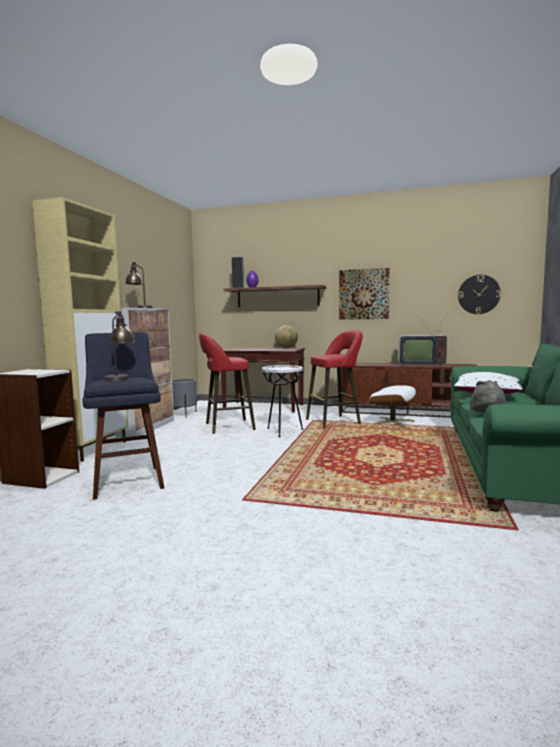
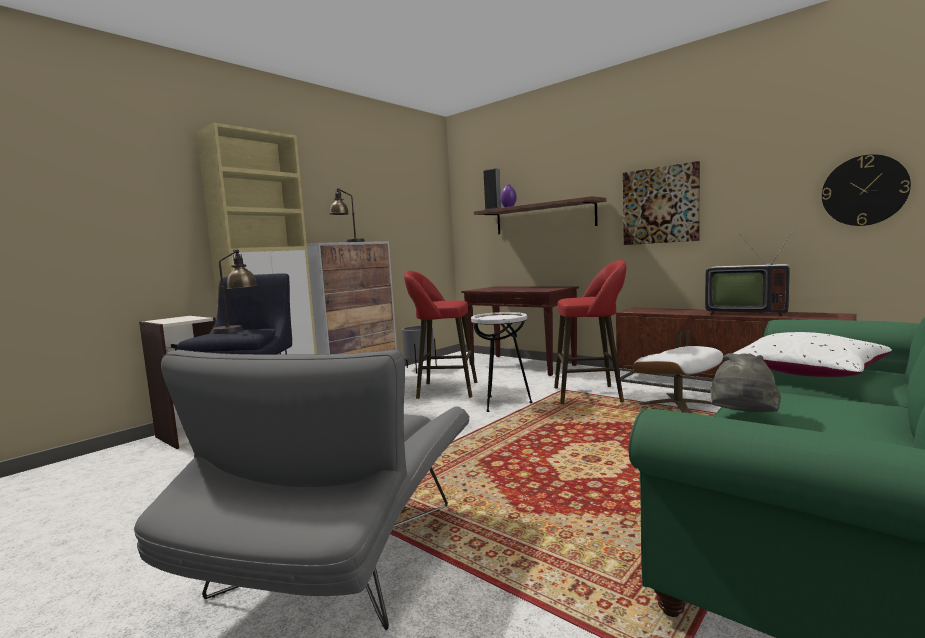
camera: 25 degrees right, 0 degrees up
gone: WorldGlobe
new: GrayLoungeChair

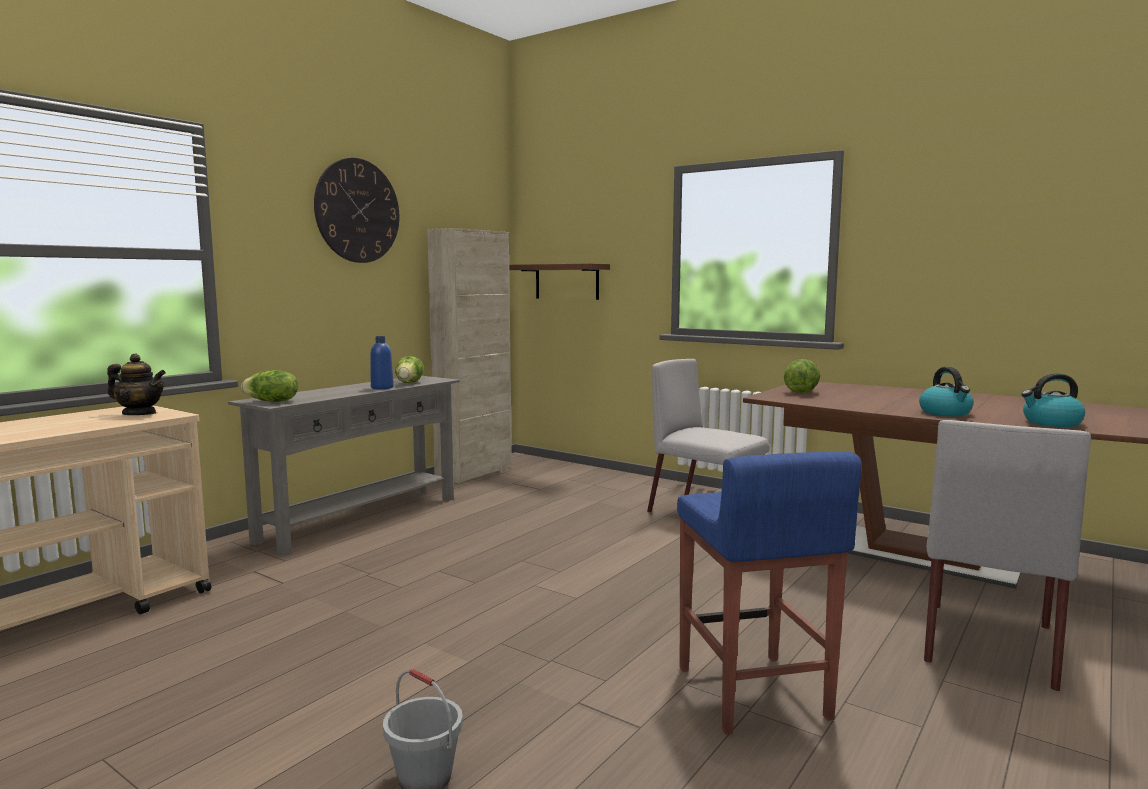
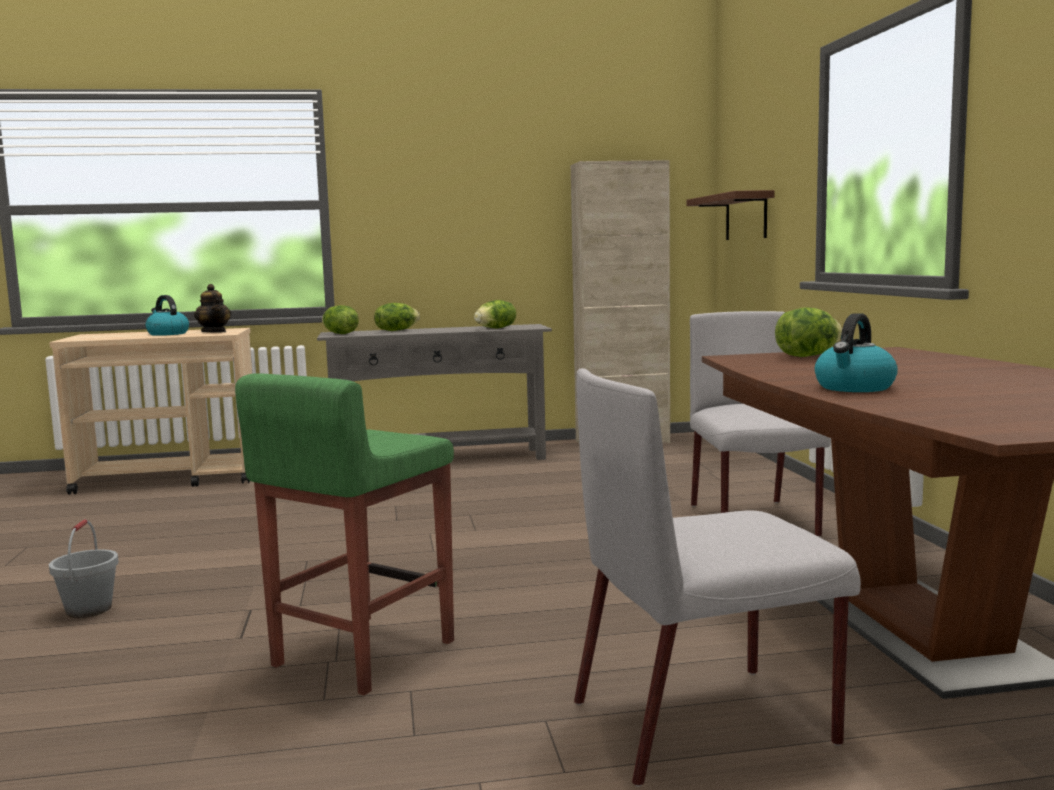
camera: 45 degrees right, 0 degrees up
gone: WallClock; BluishBottle
new: Lettuce (no. 2 from left)
shifted: TeaKettle (no. 2 from left in the first image) to TeaKettle (no. 1 from left)
repainted: BluishSittingStool to GreenishSittingStool

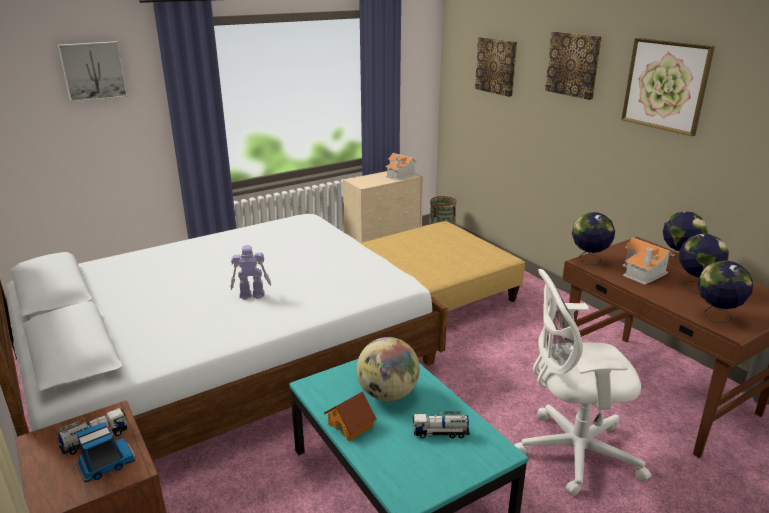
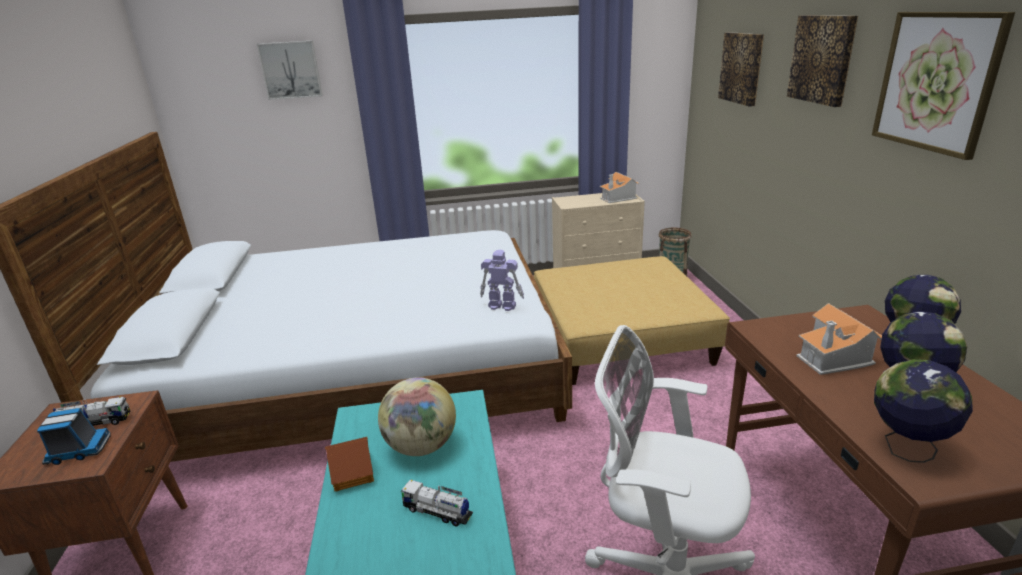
camera: 25 degrees right, 0 degrees up
gone: WorldGlobe (no. 2 from left)
shifted: ModelRobot

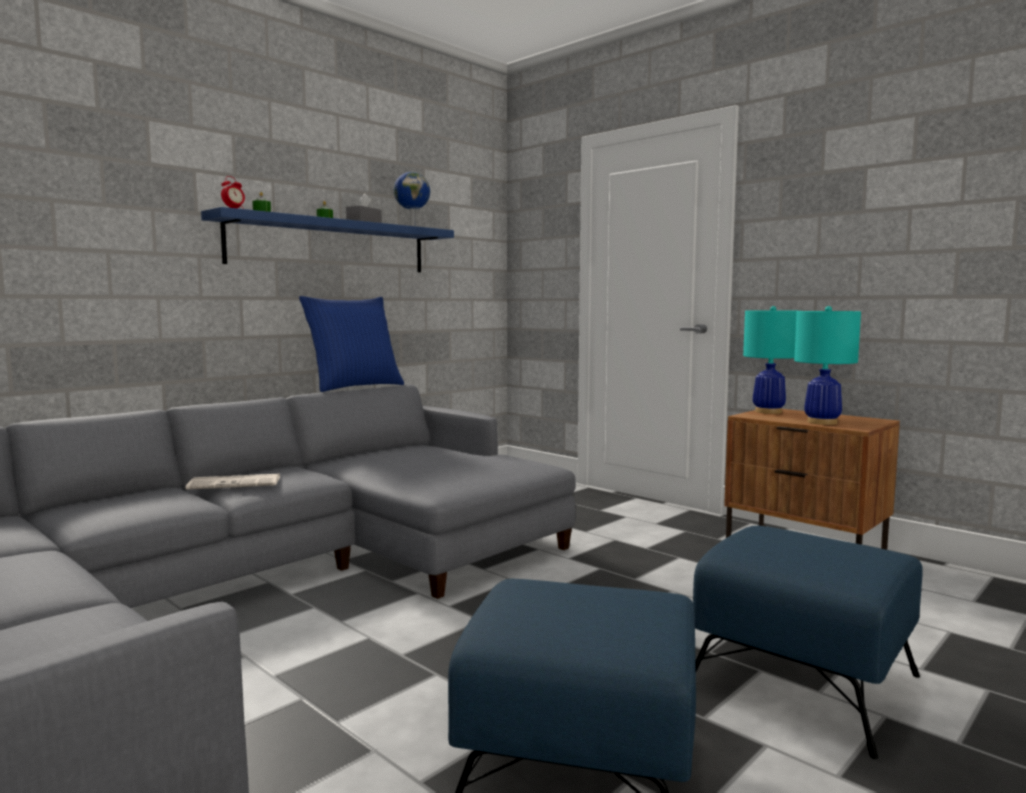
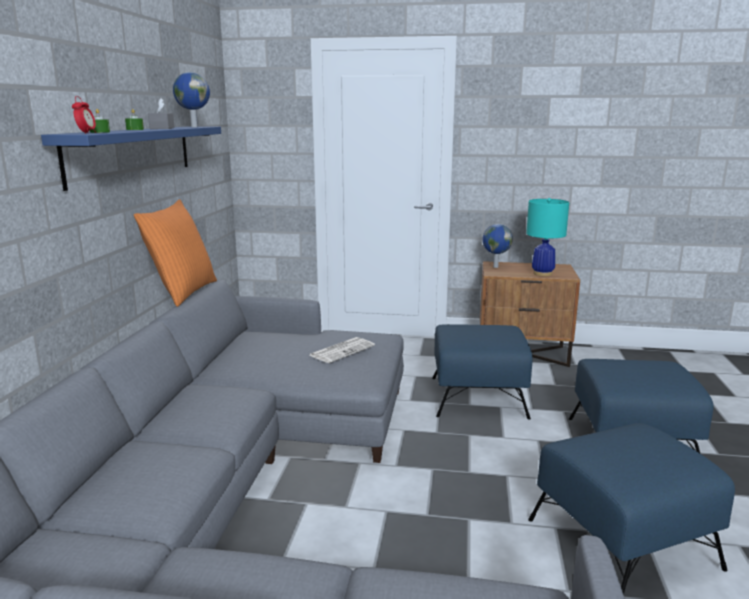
camera: 35 degrees left, 10 degrees up
new: BluishFootrest (no. 1 from left)
shifted: DailyPaper
swapped: TurquoiseLampForATable (no. 1 from left) to WorldGlobe (no. 2 from left)
repainted: BluishThrowPillow to OrangeThrowPillow

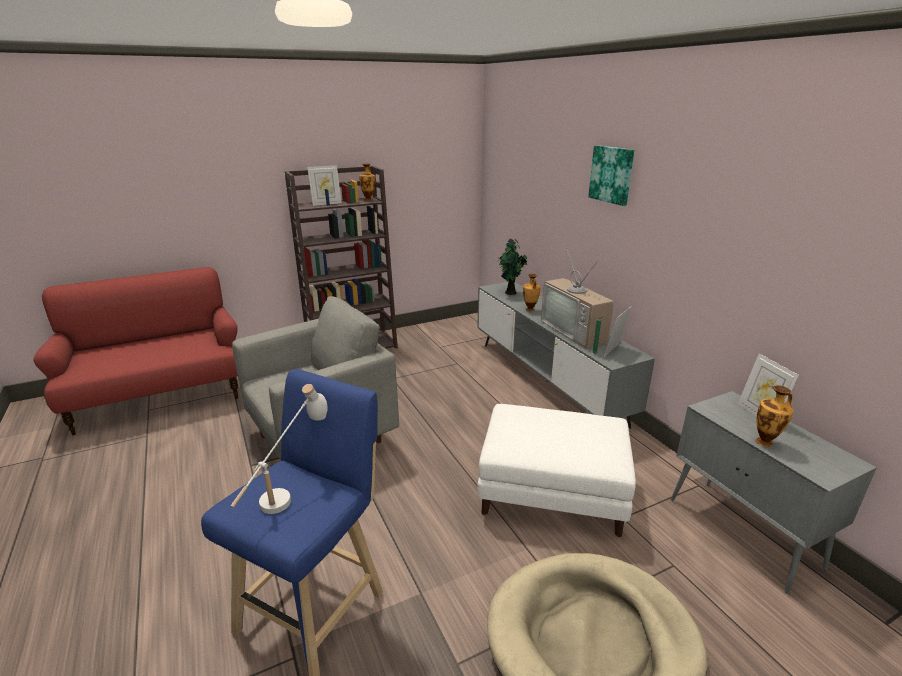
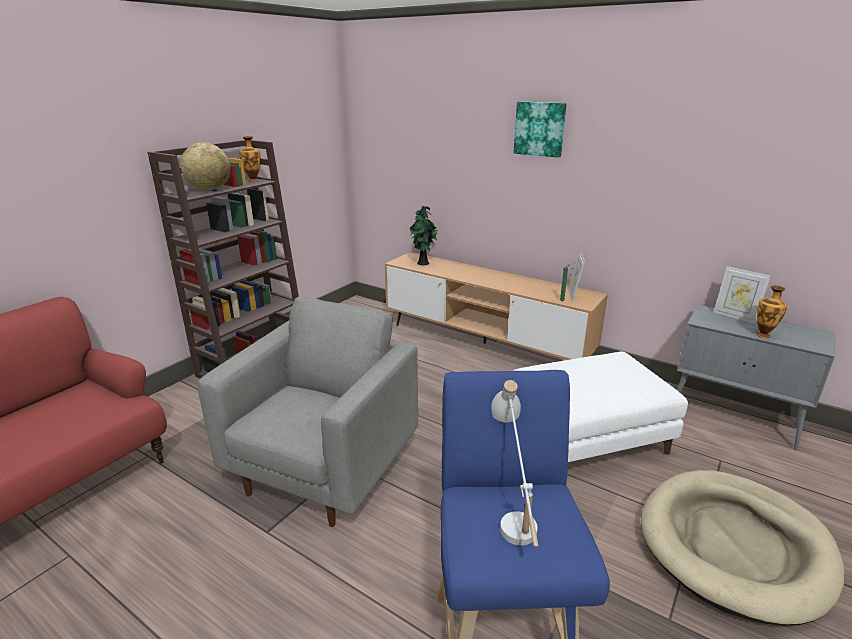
camera: 30 degrees left, 0 degrees up
gone: FlowerVase (no. 2 from left); Television
swapped: StandingFrame (no. 1 from left) to WorldGlobe
repainted: GrayMediaConsole to BrownMediaConsole

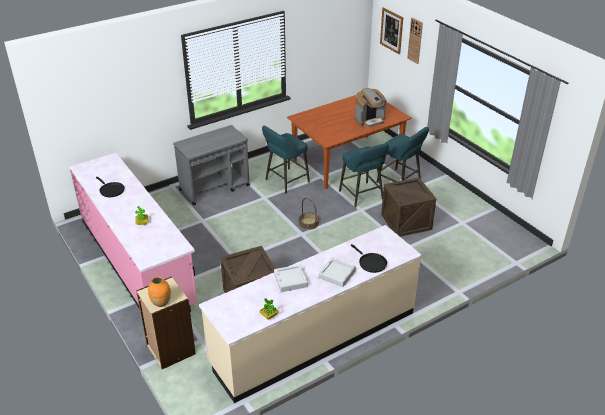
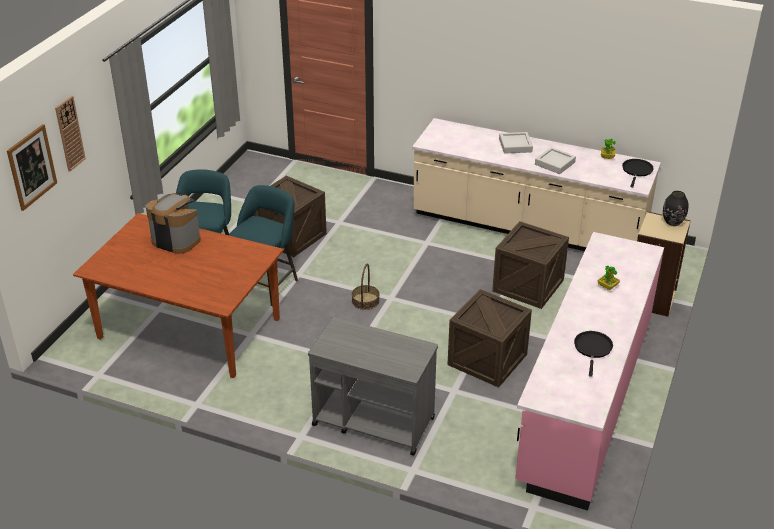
camera: 125 degrees left, 0 degrees up
gone: TurquoiseSittingStool (no. 1 from left)
new: Crate (no. 2 from left)
shifted: BlackColouredPan (no. 2 from left)
repainted: OrangeFlowerVase to BlackColouredFlowerVase

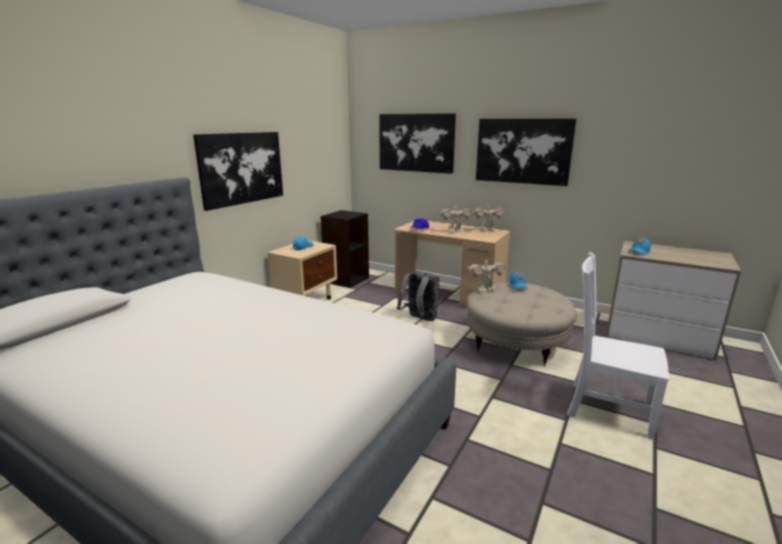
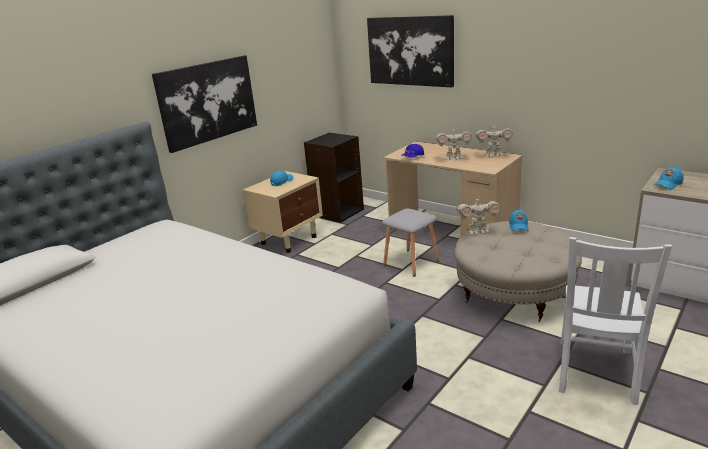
camera: 10 degrees right, 5 degrees up
gone: WallArt (no. 3 from left)
swapped: GrayBackpack to GraySittingStool
rotated: WhitishUprightChair 105 degrees counterclockwise

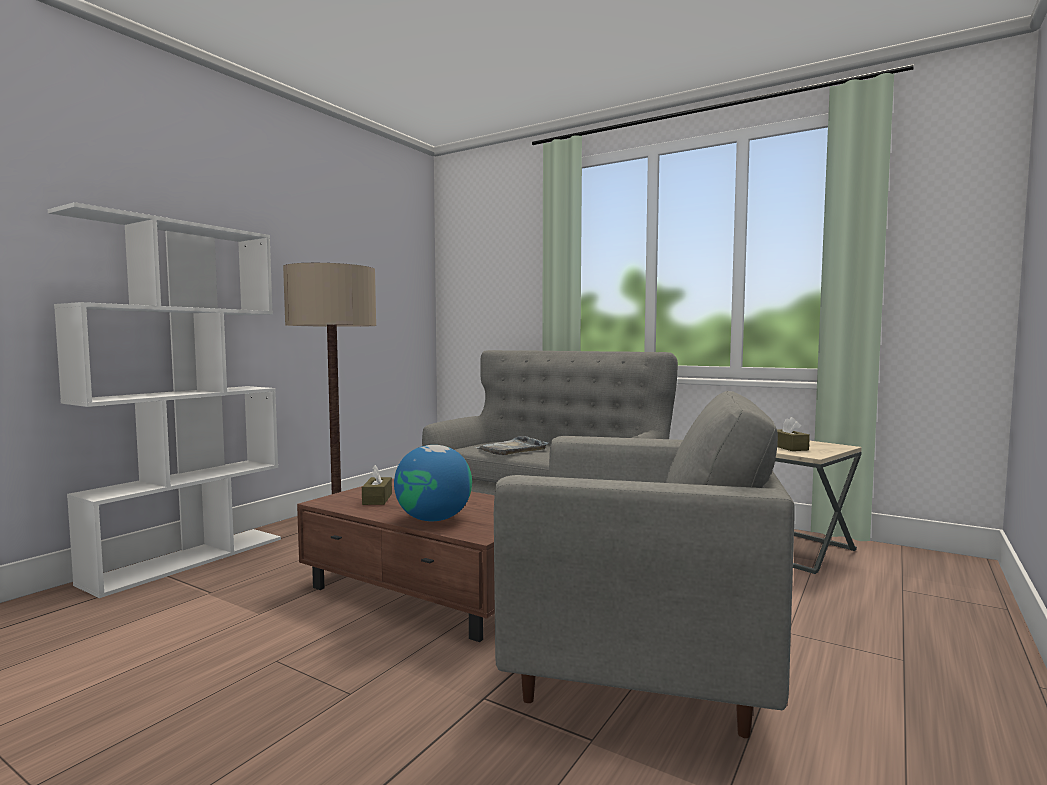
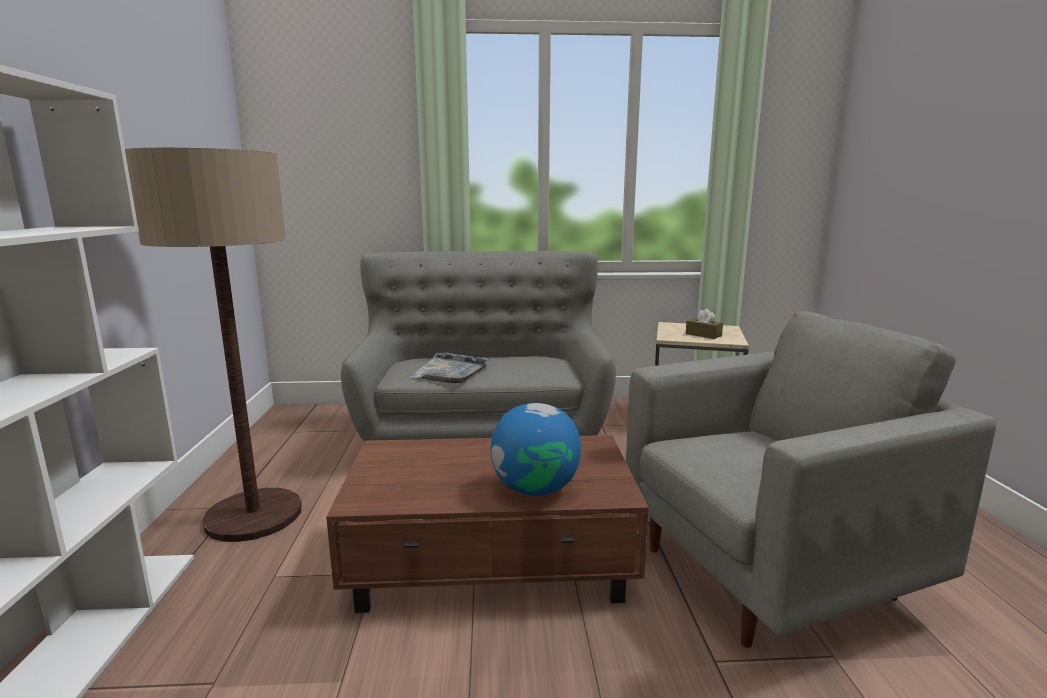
camera: 35 degrees left, 10 degrees up
gone: BrownBoxOfTissues (no. 1 from left)

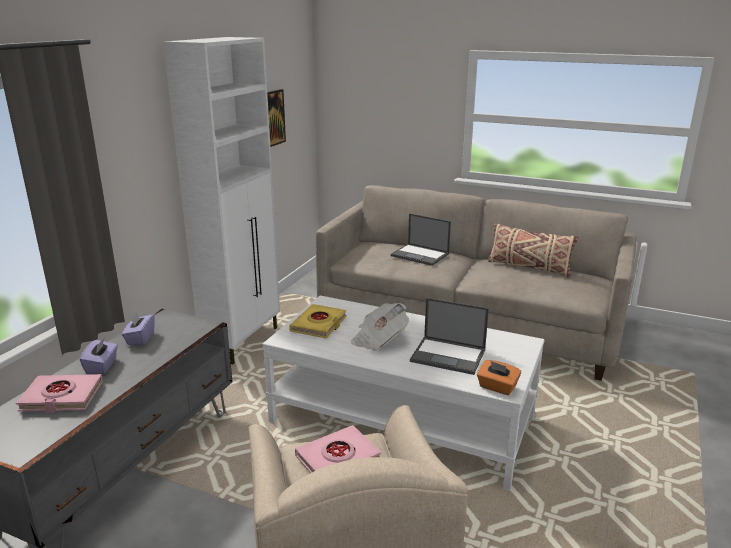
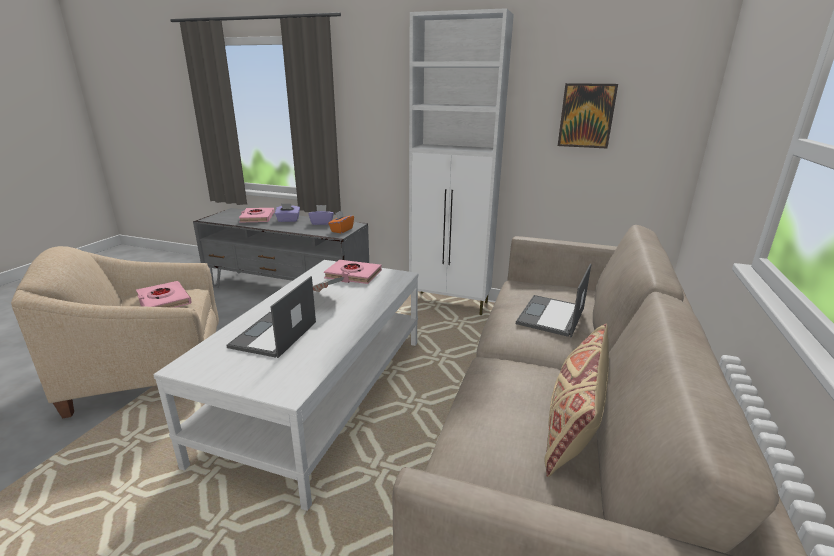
camera: 85 degrees right, 0 degrees up
shifted: OrangeBoxOfTissues
repainted: YellowColouredBook to PinkColouredBook (no. 3 from left)

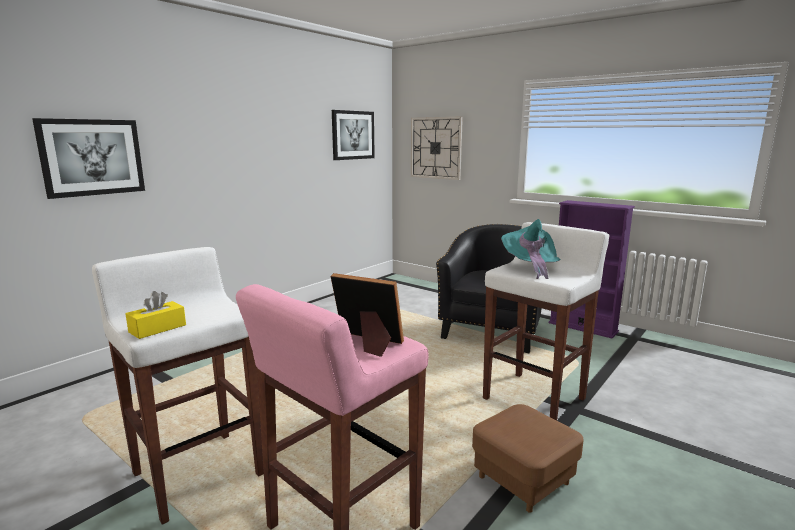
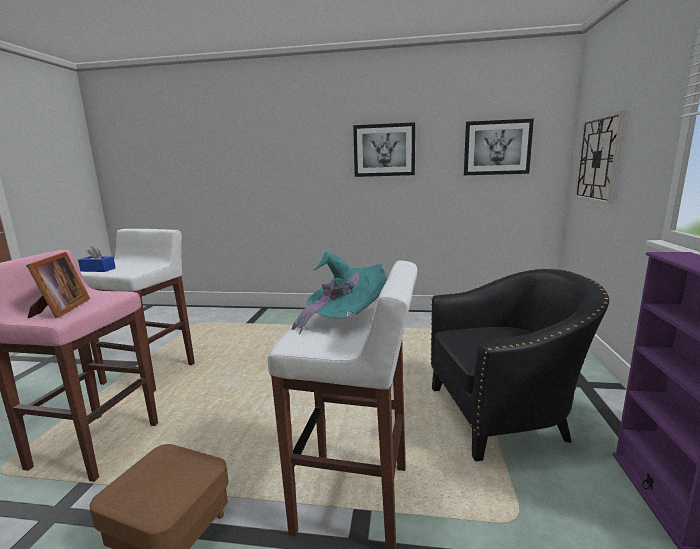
camera: 60 degrees right, 0 degrees up
shifted: WallArt (no. 1 from left)
repainted: YellowColouredBoxOfTissues to BluishBoxOfTissues

